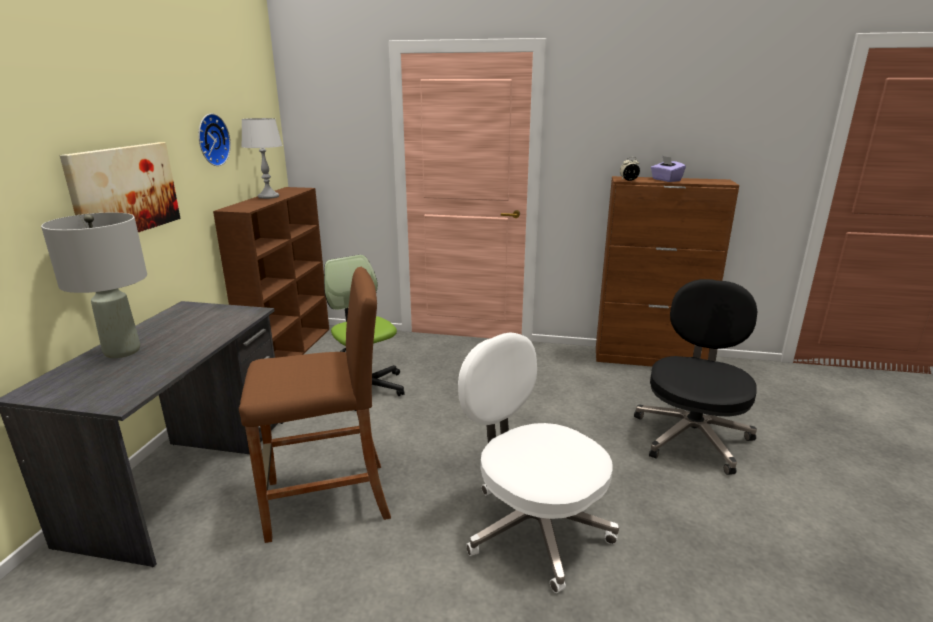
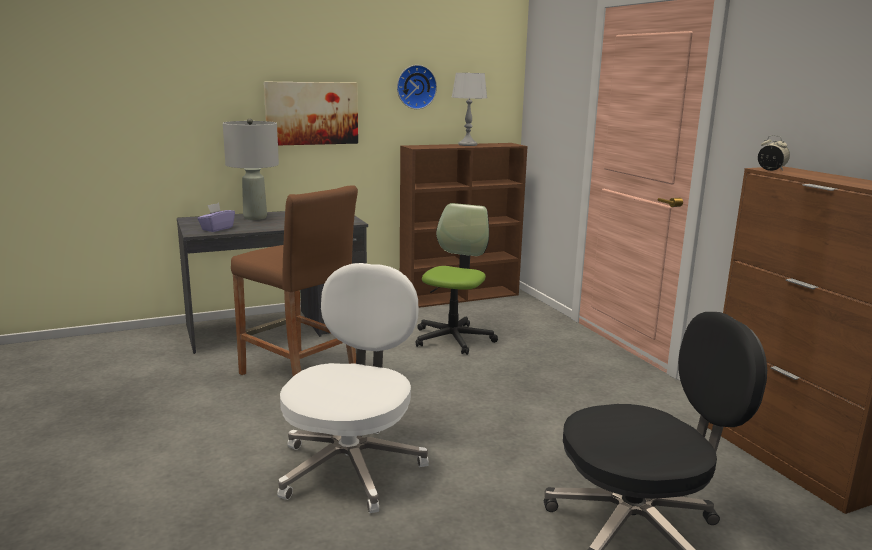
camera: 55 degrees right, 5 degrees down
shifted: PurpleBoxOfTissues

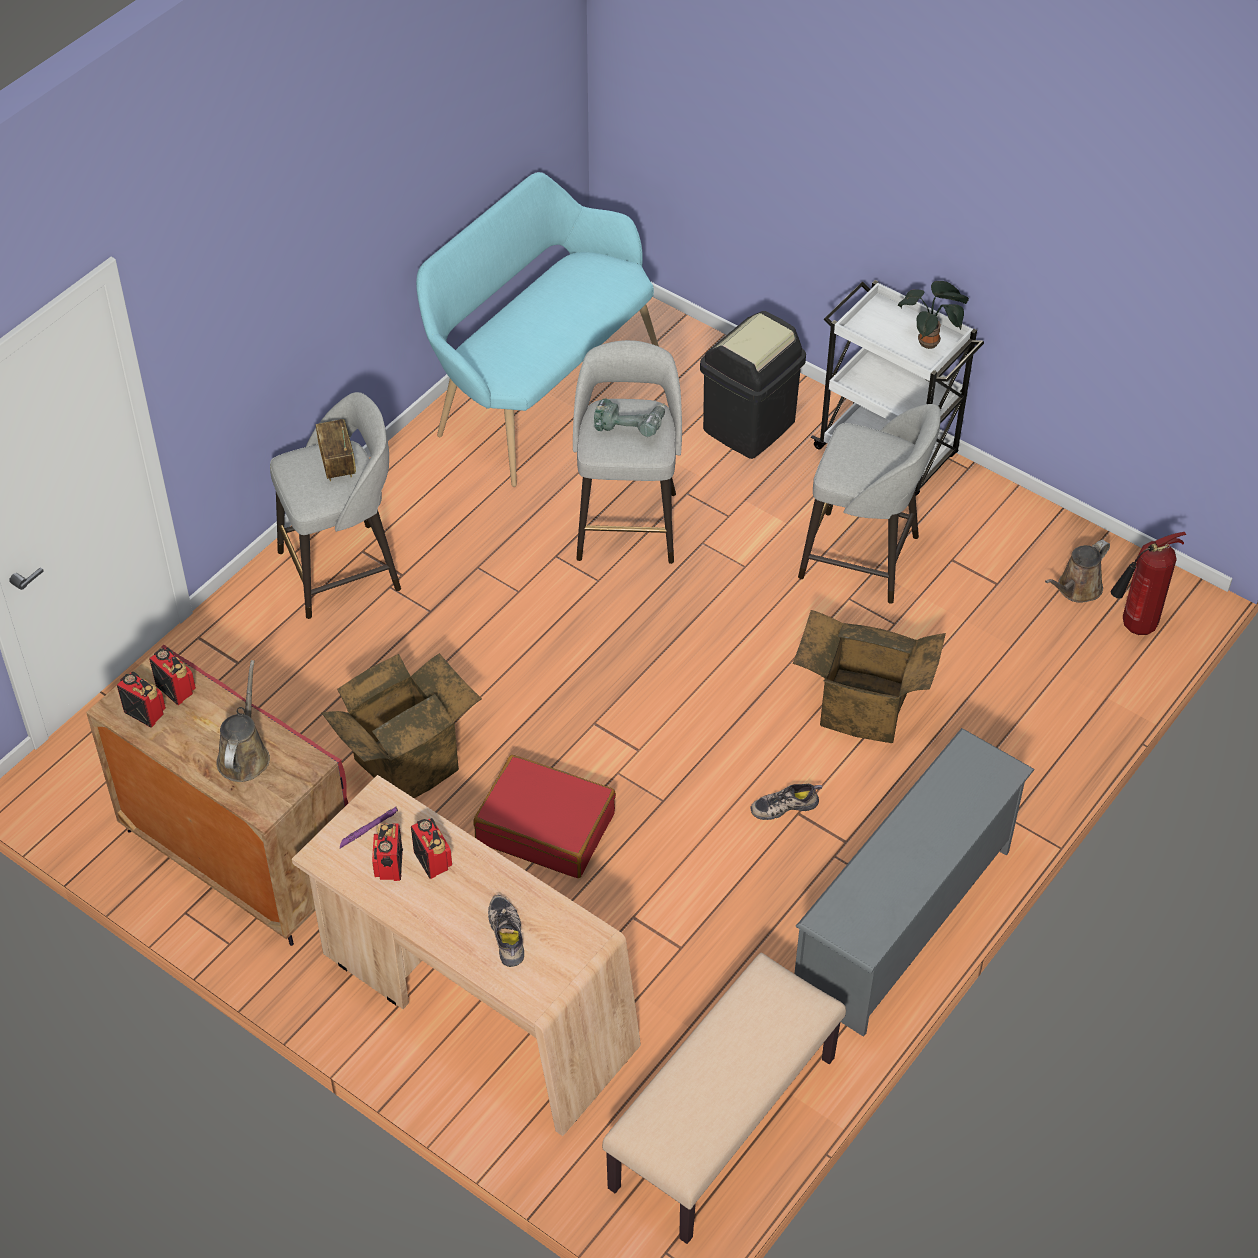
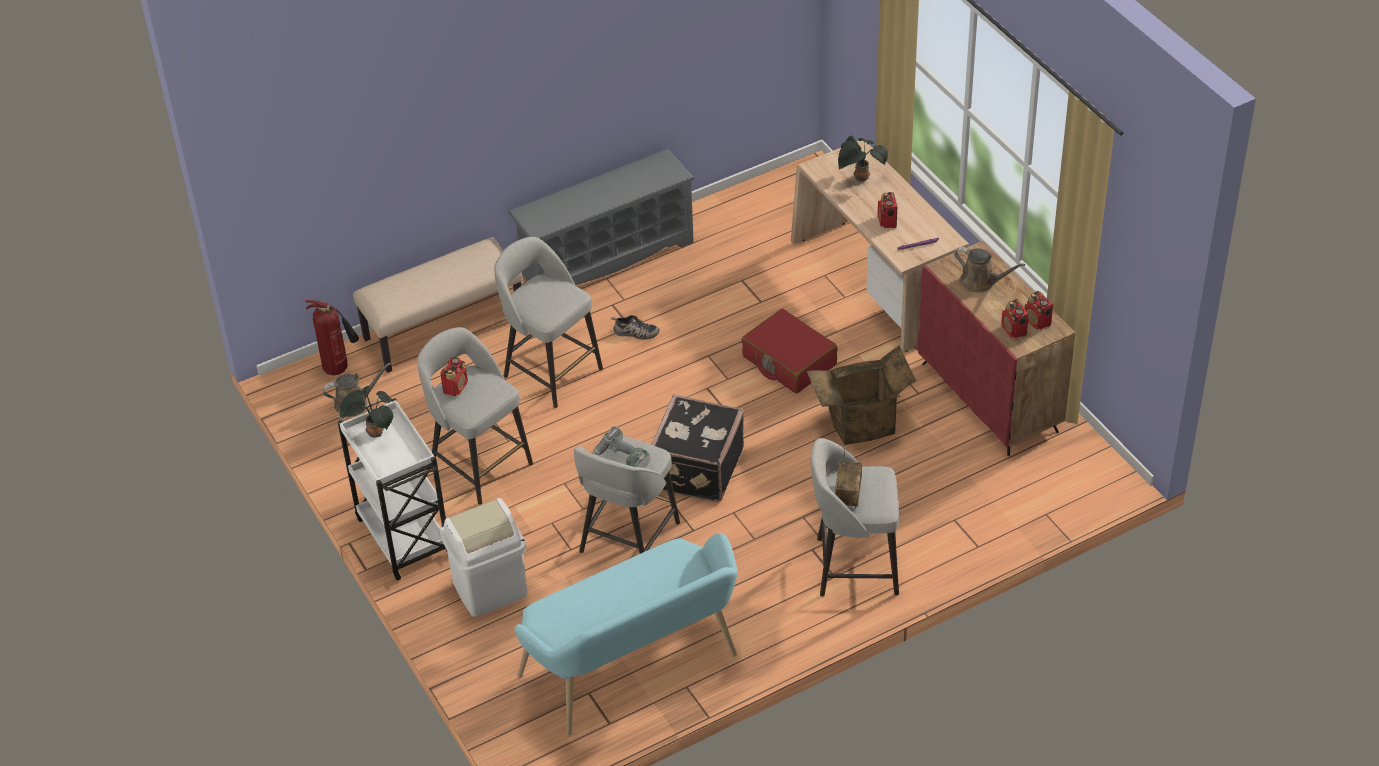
camera: 155 degrees left, 5 degrees down
new: BlackColouredTravelCase
shifted: Radio (no. 4 from left in the first image) to Radio (no. 1 from left); BeigeLongSeat
swapped: Shoe (no. 1 from left) to PlantInAPot (no. 2 from left); CardboardBox (no. 2 from left) to GraySittingStool (no. 2 from left)
repainted: BlackColouredRubbishBin to WhitishRubbishBin
rotated: BrownSprinklingCan (no. 1 from left in the first image) 90 degrees counterclockwise

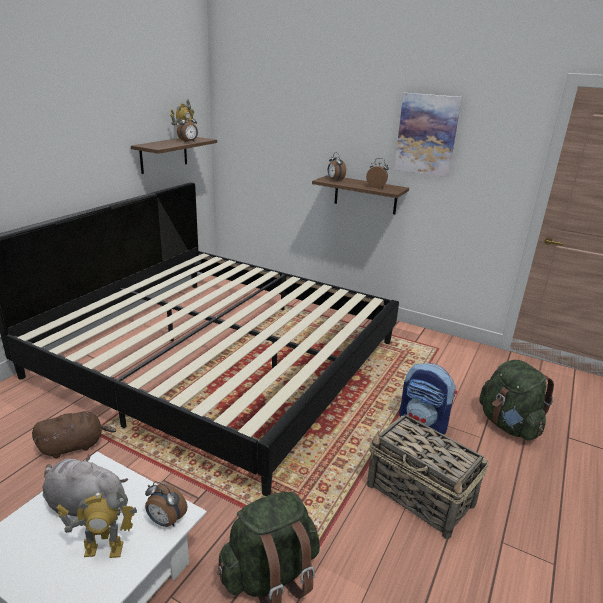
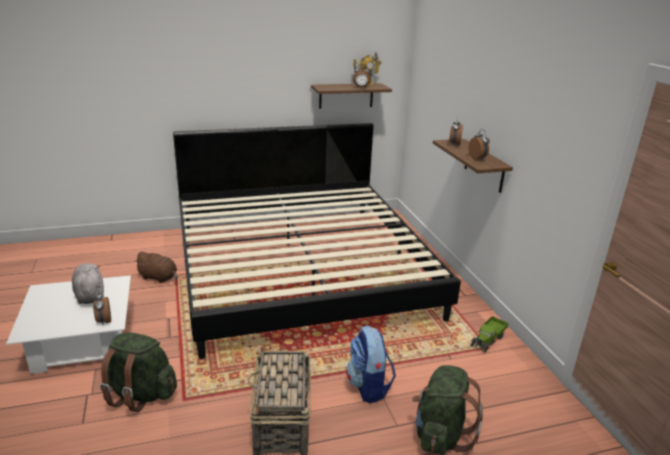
camera: 45 degrees right, 0 degrees up
gone: ModelRobot (no. 1 from left); WallArt
new: ToyLorry

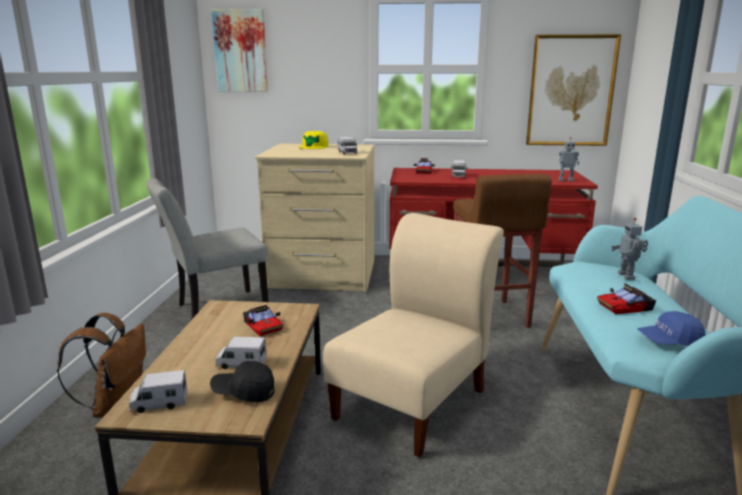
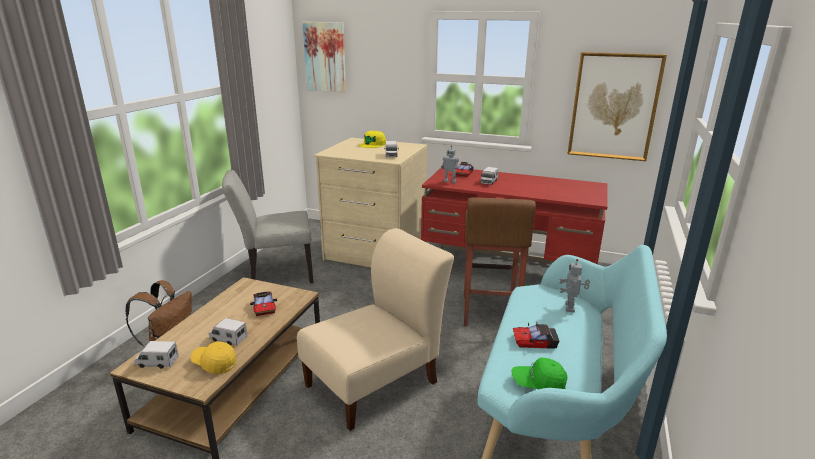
camera: 15 degrees right, 5 degrees up
shifted: ModelRobot (no. 1 from left)
repainted: BlackColouredCap to YellowColouredCap (no. 1 from left); BluishCap to GreenishCap

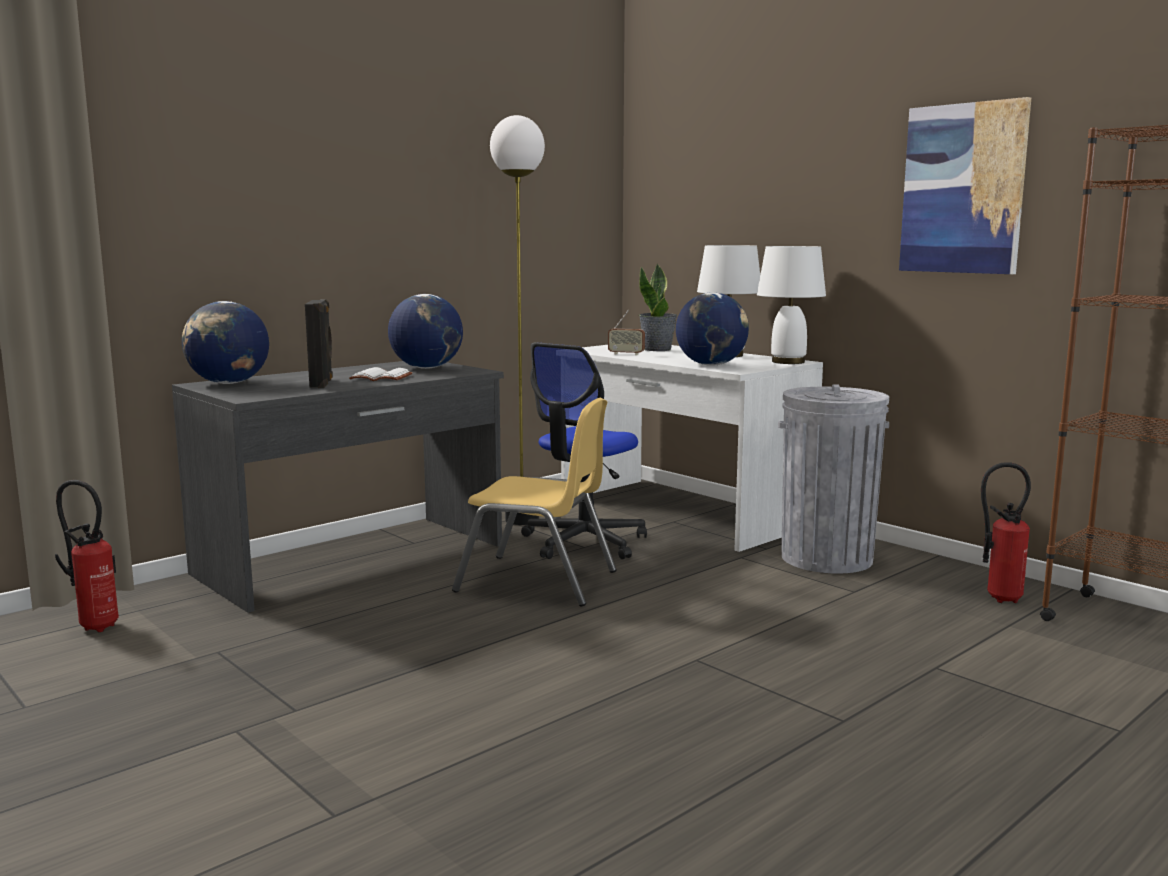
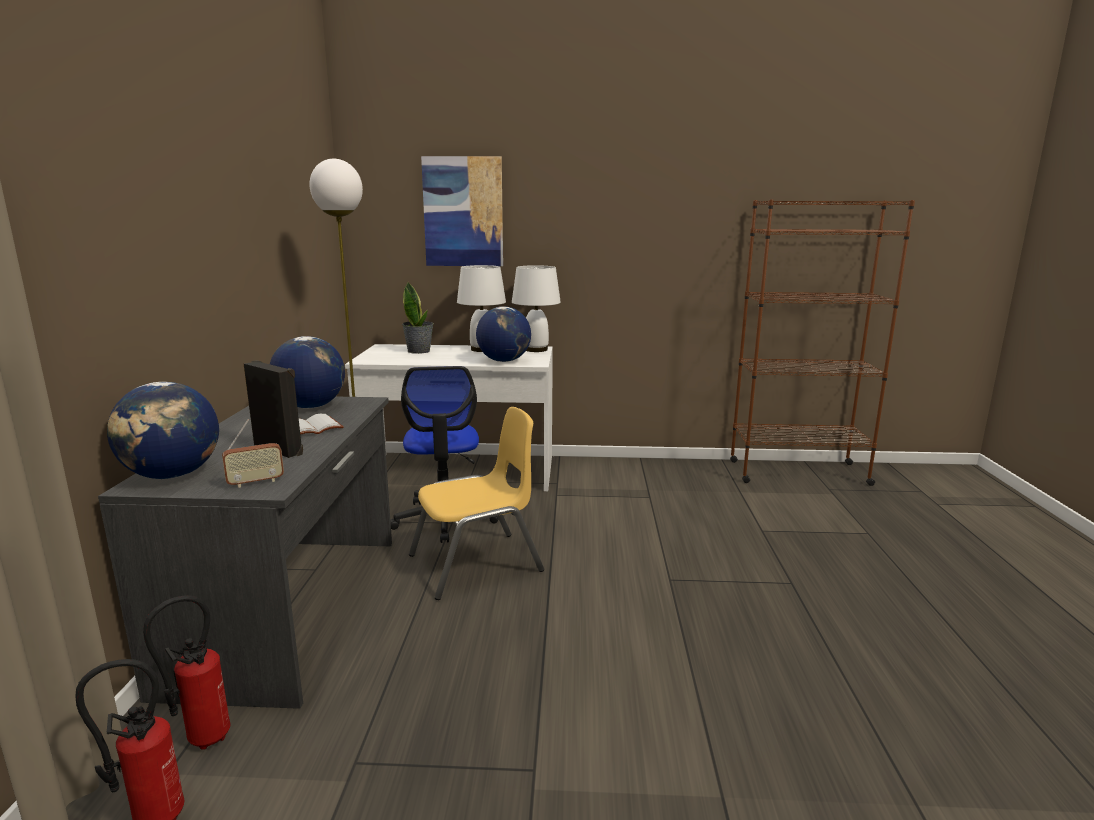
camera: 45 degrees left, 5 degrees up
gone: GrayRubbishBin
shifted: Radio; WallArt; FireFightingCylinder (no. 2 from left)

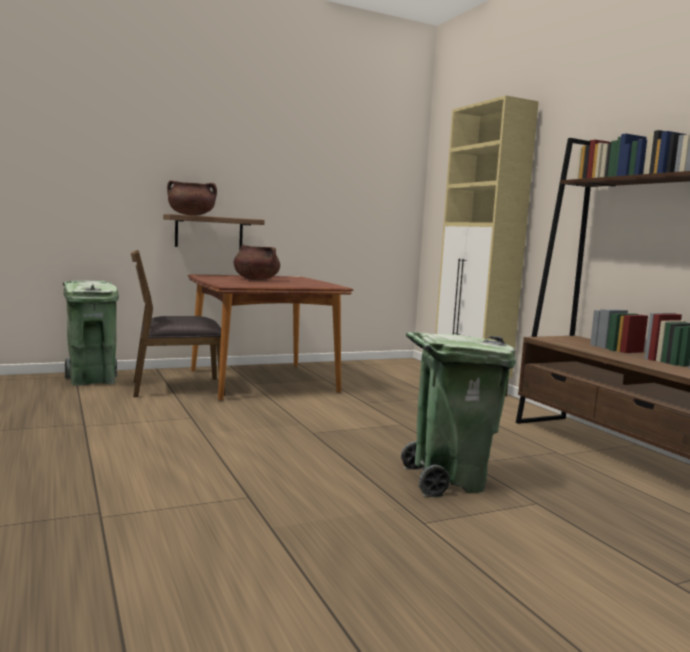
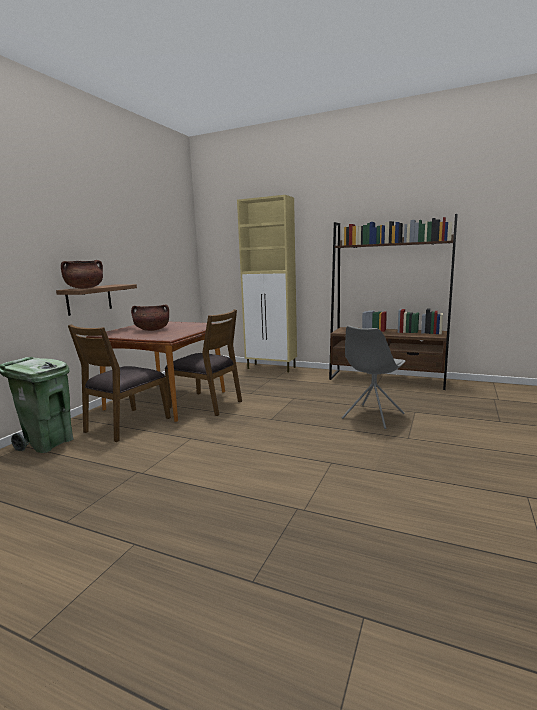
camera: 40 degrees left, 5 degrees up
new: BrownUprightChair (no. 2 from left)
swapped: GreenishRubbishBin (no. 2 from left) to GrayUprightChair

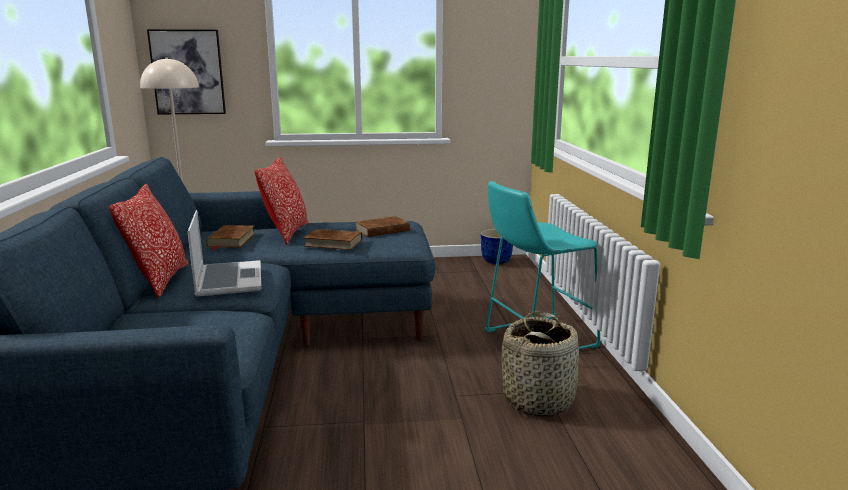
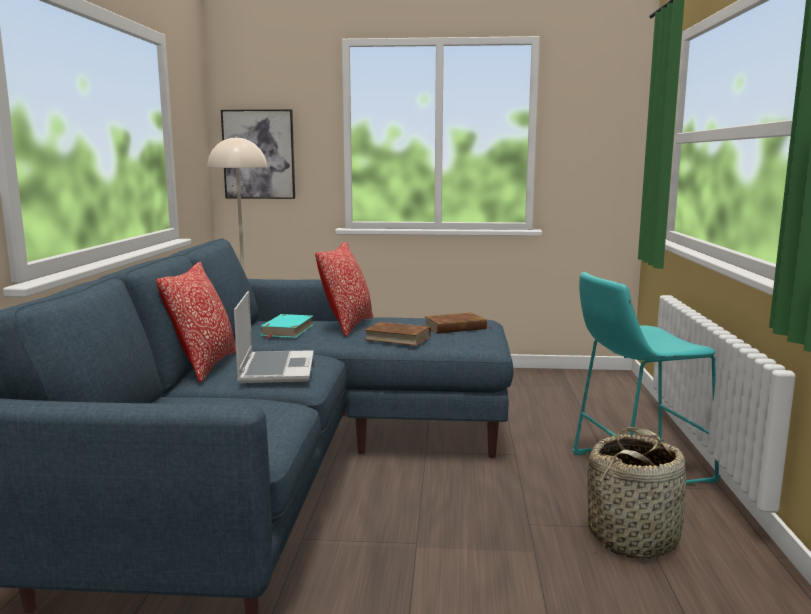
camera: 10 degrees right, 5 degrees down
gone: Planter
repainted: BrownBook (no. 1 from left) to TurquoiseBook

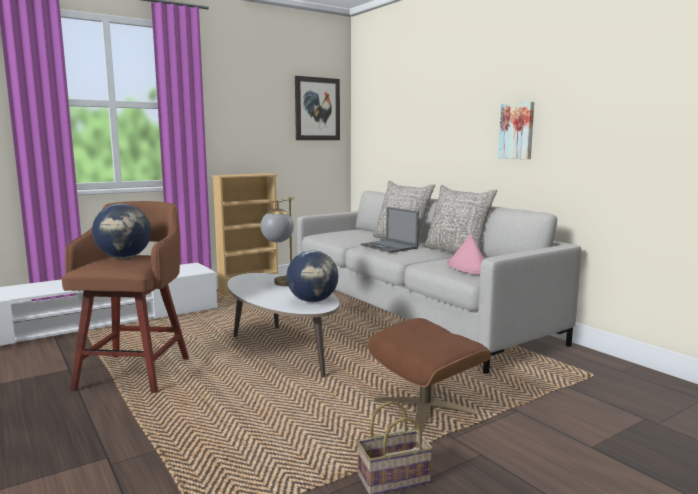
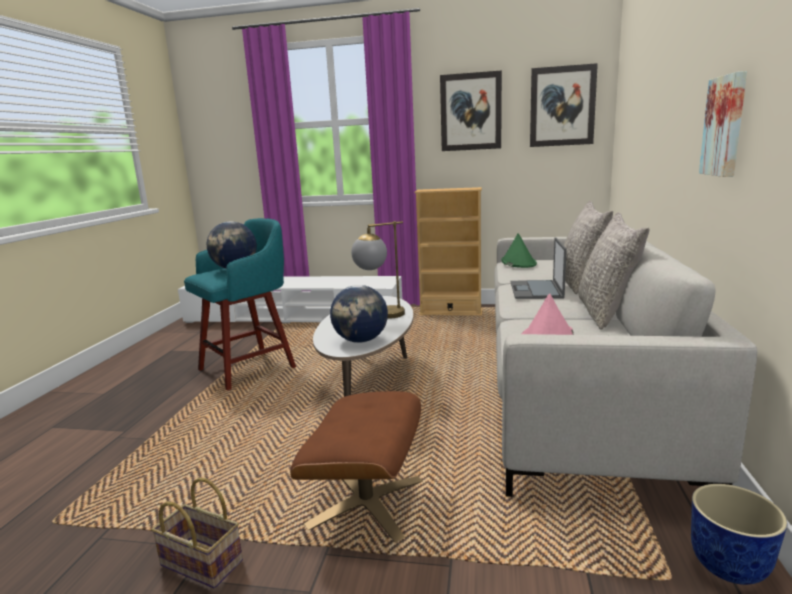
camera: 45 degrees right, 5 degrees up
new: WallArt (no. 1 from left); GreenishClothingHat; Planter
repainted: BrownSittingStool to TurquoiseSittingStool

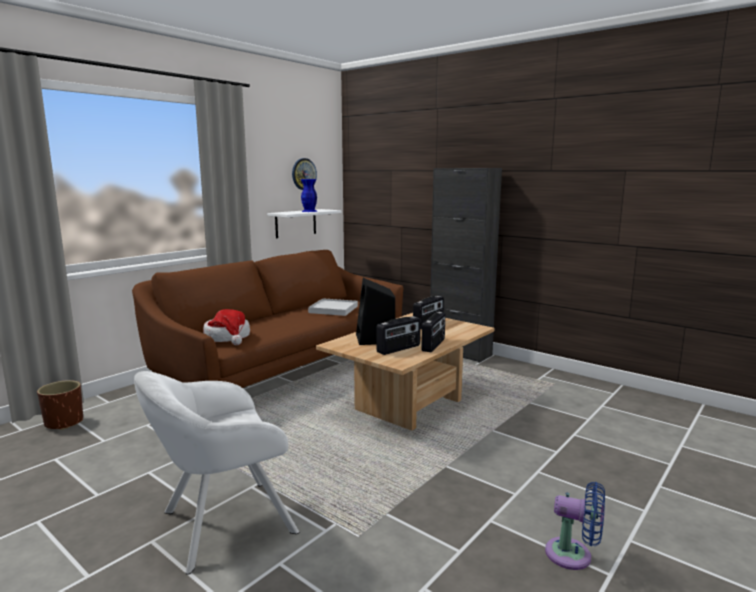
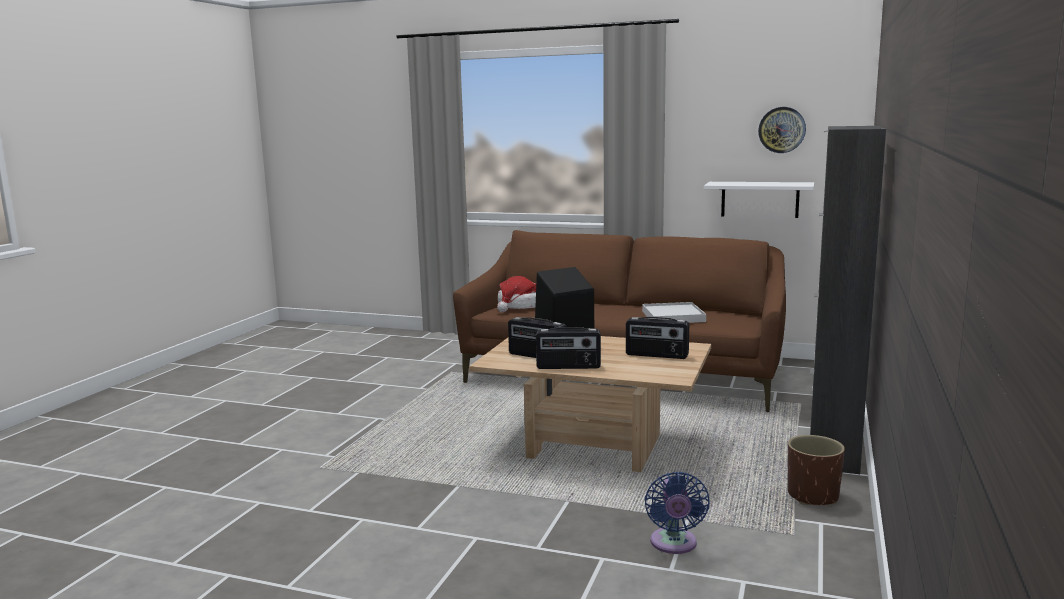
camera: 70 degrees right, 0 degrees up
gone: WhitishLoungeChair; BluishFlowerVase
shifted: BrownPlanter; BluishElectricFan

